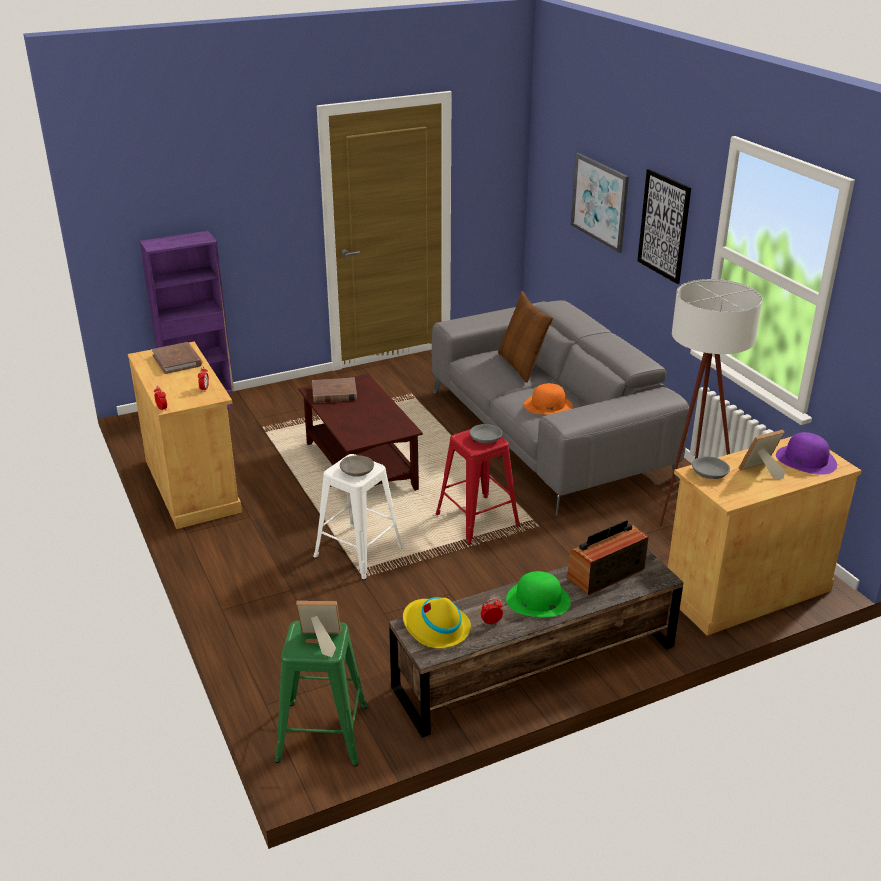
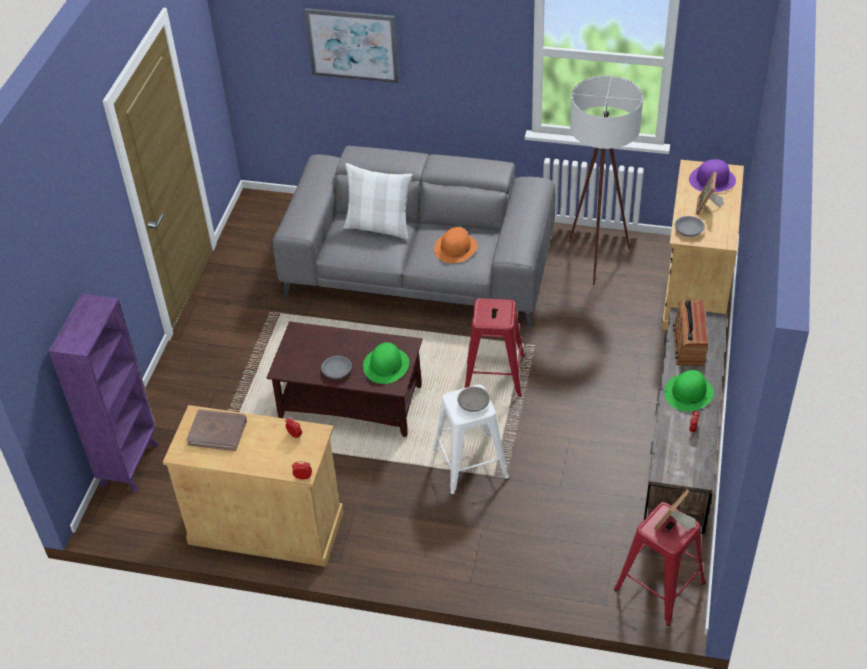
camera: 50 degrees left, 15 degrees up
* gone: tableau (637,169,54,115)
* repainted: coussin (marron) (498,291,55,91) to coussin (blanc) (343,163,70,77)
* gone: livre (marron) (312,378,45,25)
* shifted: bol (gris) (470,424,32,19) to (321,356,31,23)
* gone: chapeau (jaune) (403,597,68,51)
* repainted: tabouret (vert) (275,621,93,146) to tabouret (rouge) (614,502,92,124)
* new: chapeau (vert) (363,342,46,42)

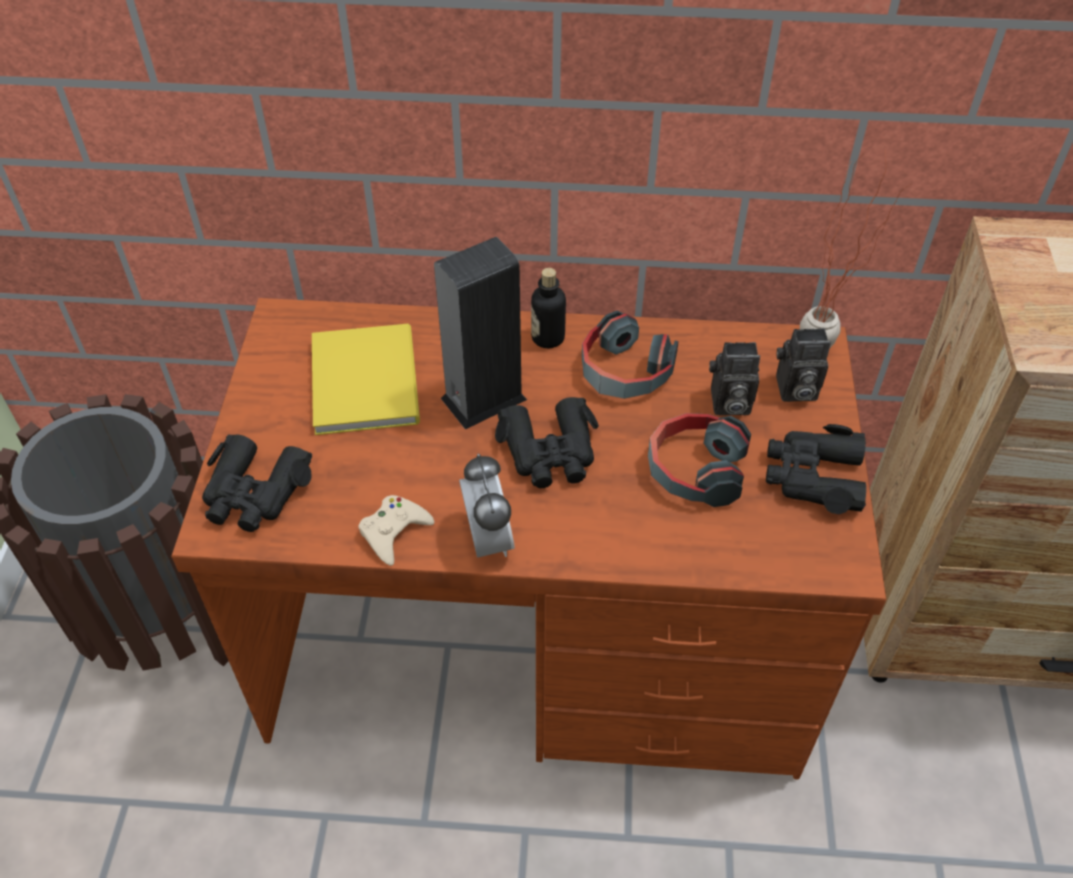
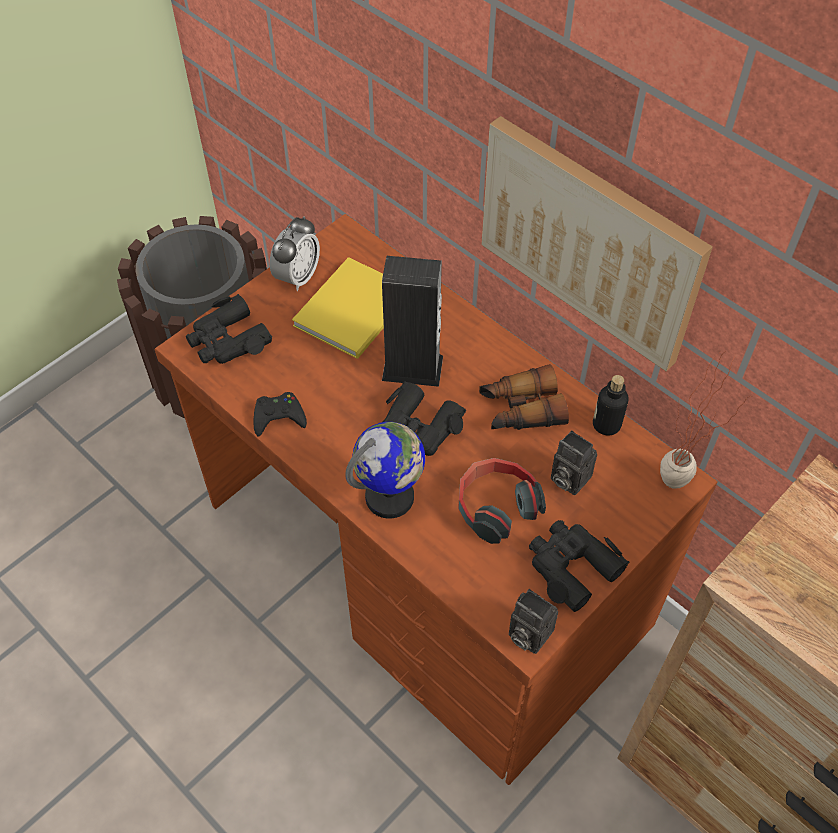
camera: 40 degrees right, 5 degrees up
* shifted: bouteille (531,268,35,80) to (593,375,36,60)
* swapped: casque audio (582,310,97,89) to jumelles (479,364,90,66)
* shifted: appareil photo (776,328,55,74) to (509,589,49,65)
* shifted: réveil (459,453,56,104) to (270,216,50,75)
* repainted: manette (beige) (358,495,76,71) to manette (noir) (254,392,53,45)
* new: tableau (481,116,232,255)
* new: globe (345,422,80,97)

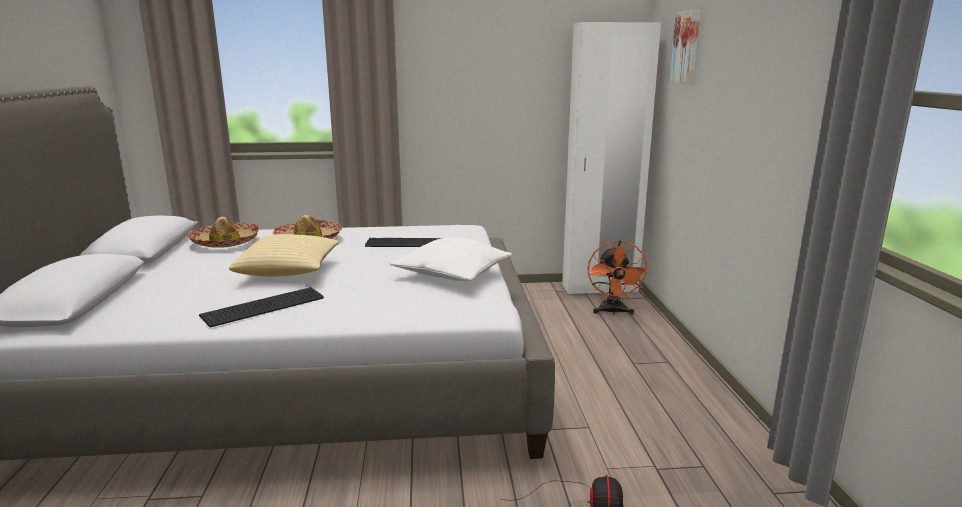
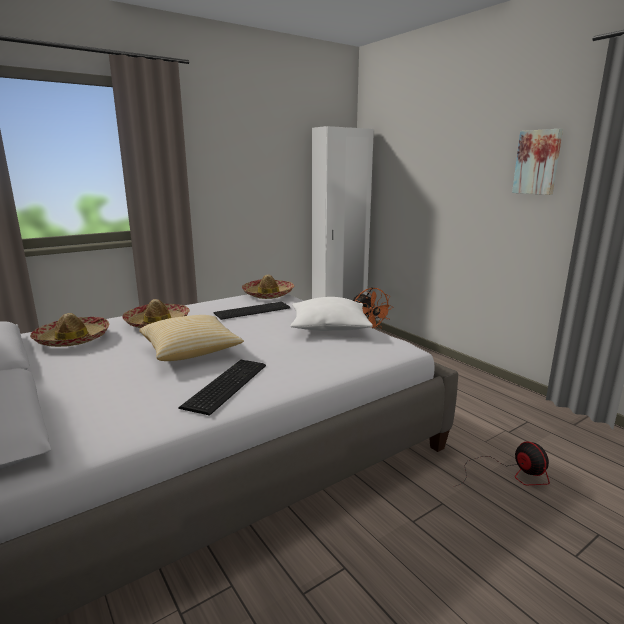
camera: 30 degrees left, 0 degrees up
* shifted: tableau (670,10,31,73) to (512,129,51,66)
* new: chapeau (242,275,52,24)

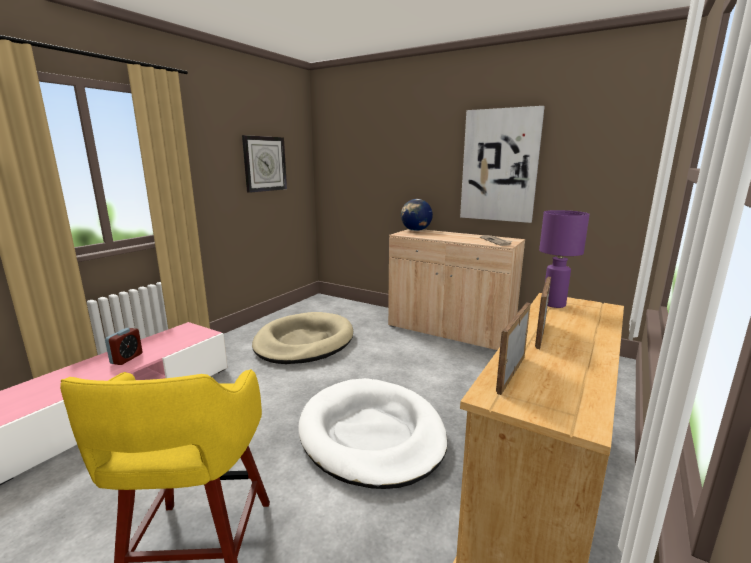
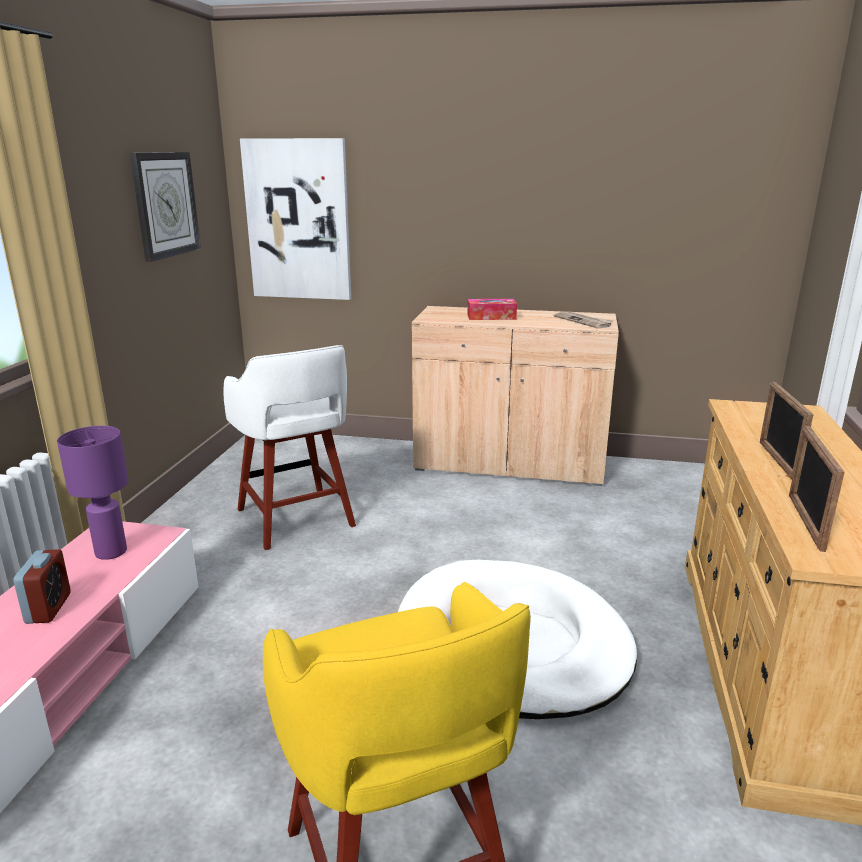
camera: 20 degrees left, 5 degrees up
* shifted: tableau (460,106,85,117) to (240,138,111,162)
* gone: globe (401,199,32,32)
* shifted: lampe de table (violet) (539,210,51,98) to (57,426,72,134)
* swapped: panier pour chien (beige) (252,312,101,52) to tabouret (blanc) (223,345,133,205)
* new: boîte à mouchoirs (467,299,50,21)

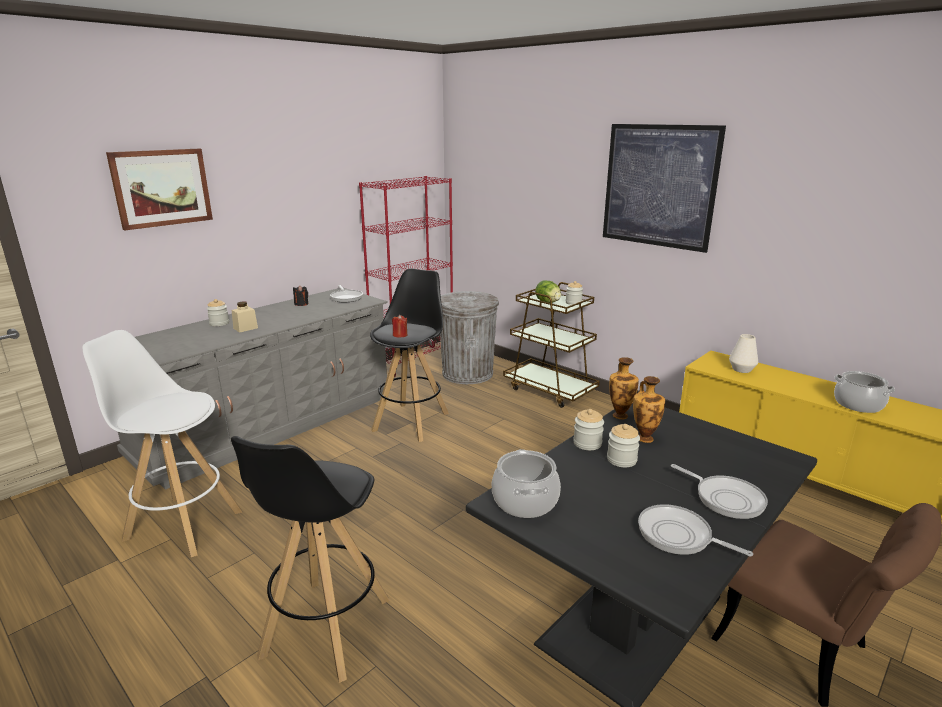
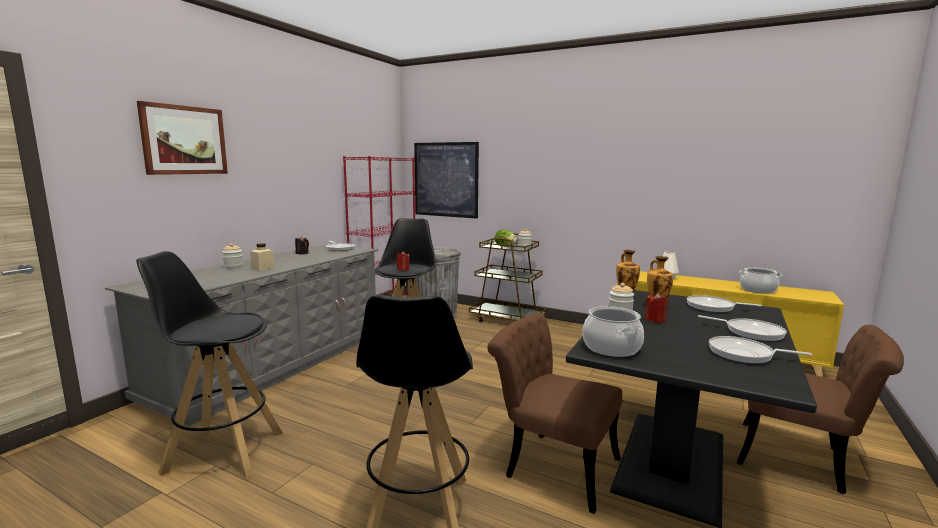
camera: 15 degrees left, 10 degrees down
* shifted: tableau (603,124,123,129) to (414,142,65,77)
* repainted: tabouret (blanc) (83,330,159,227) to tabouret (noir) (136,251,147,227)
* swapped: bocal (607,424,33,43) to bougie (rouge) (645,293,23,30)
* new: poêle (687,295,75,18)
* new: chaise (marron) (488,313,134,201)

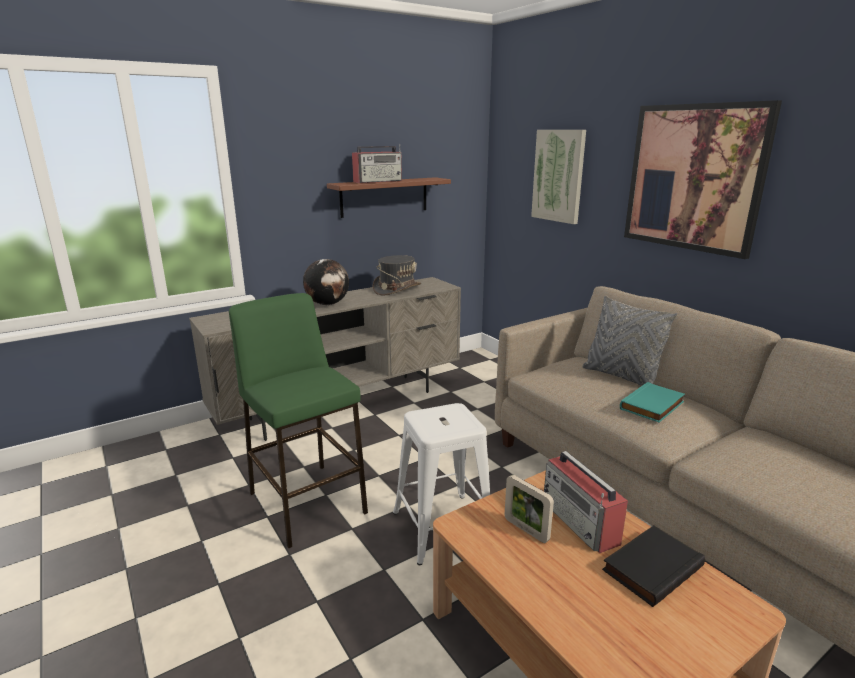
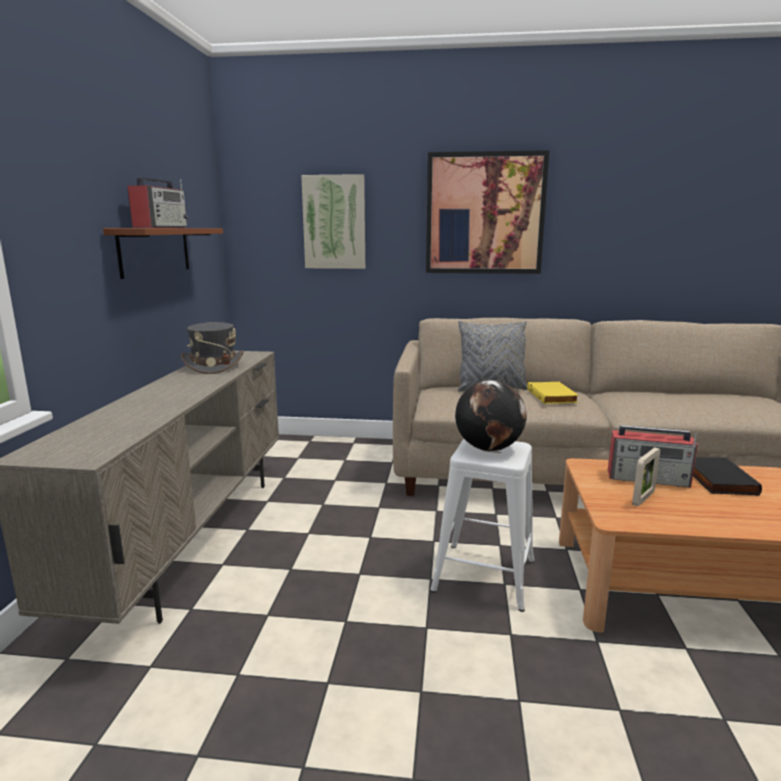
camera: 50 degrees left, 5 degrees down
* shifted: globe (303,259,46,46) to (455,380,72,71)
* gone: tabouret (vert) (229,293,139,255)
* repainted: livre (turquoise) (620,382,65,40) to livre (jaune) (527,382,52,22)
* rotated: cadre photo (505,475,49,68) = (632,447,28,60) 45 degrees counterclockwise

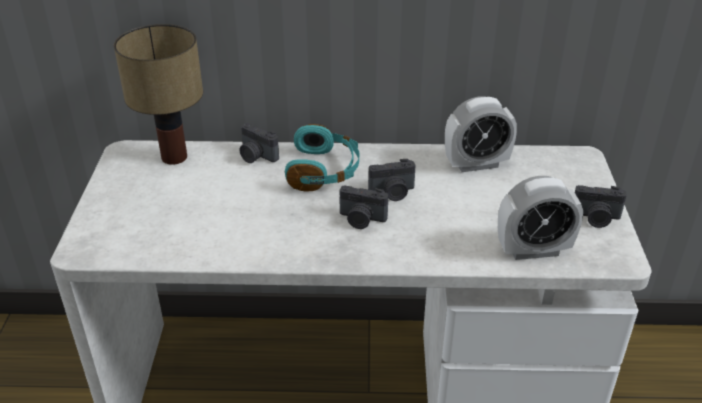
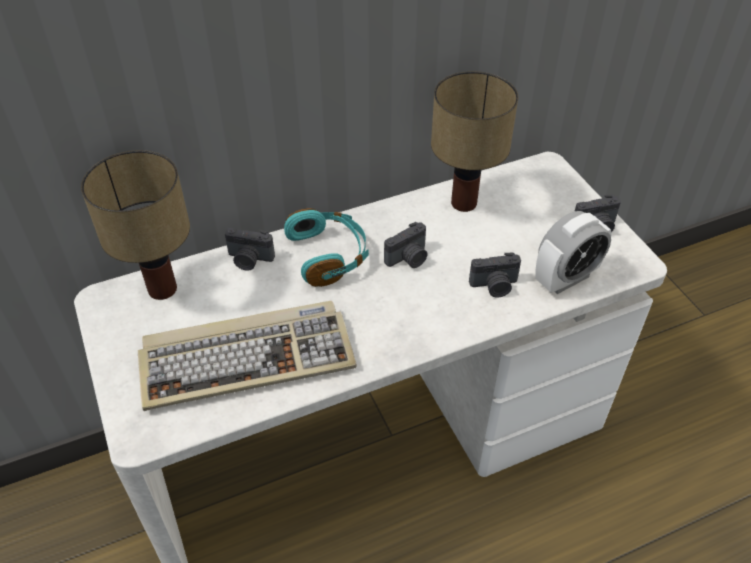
camera: 25 degrees left, 10 degrees up
* swapped: réveil (445,97,72,75) to lampe de table (431,71,87,141)
* shifted: appareil photo (340,185,48,44) to (469,253,52,44)
* new: clavier (138,301,219,110)

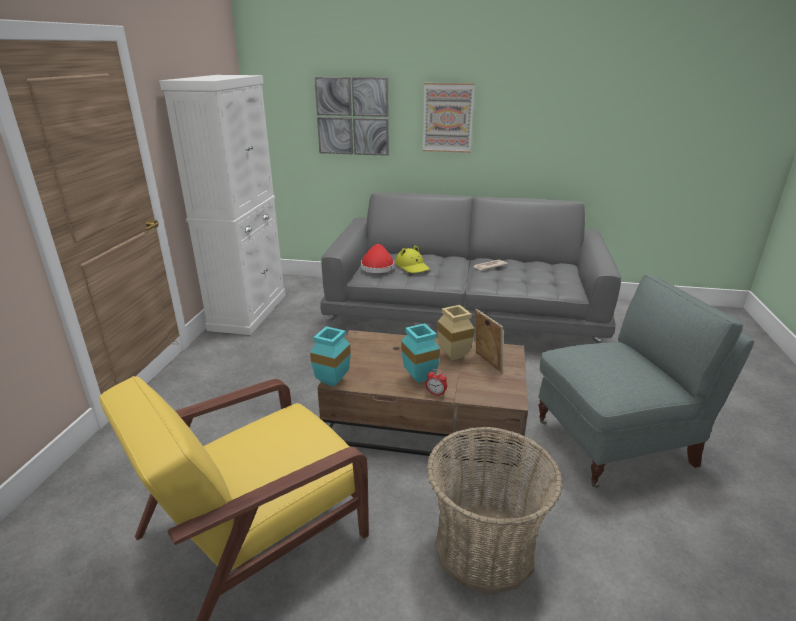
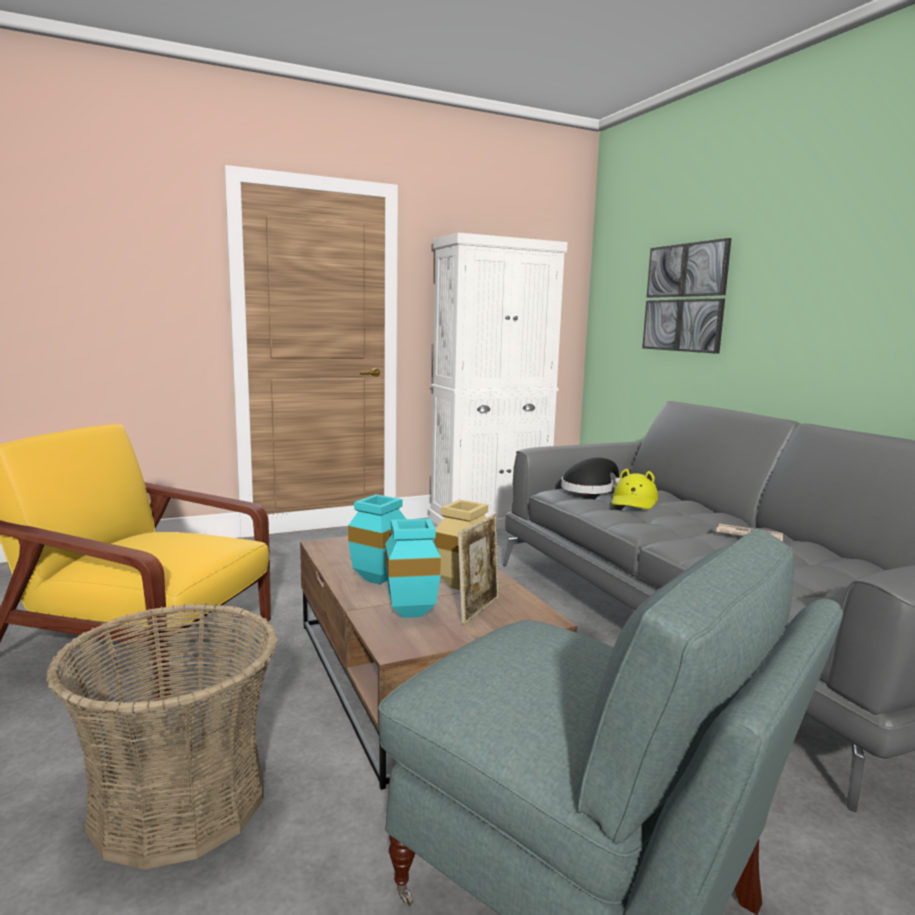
camera: 55 degrees right, 15 degrees down
* gone: tableau (423,83,52,70)
* repainted: chapeau (rouge) (361,244,33,29) to chapeau (noir) (561,458,60,36)
* shifted: vase (turquoise) (310,326,41,61) to (385,519,56,99)
* gone: réveil (426,369,21,28)

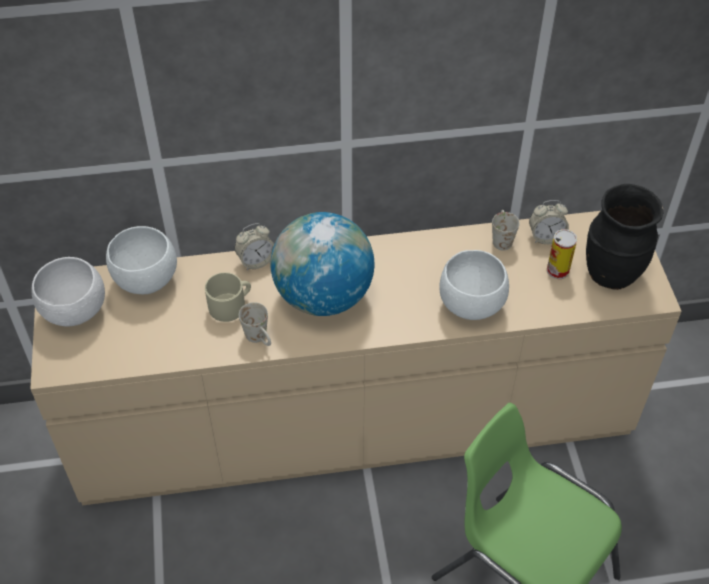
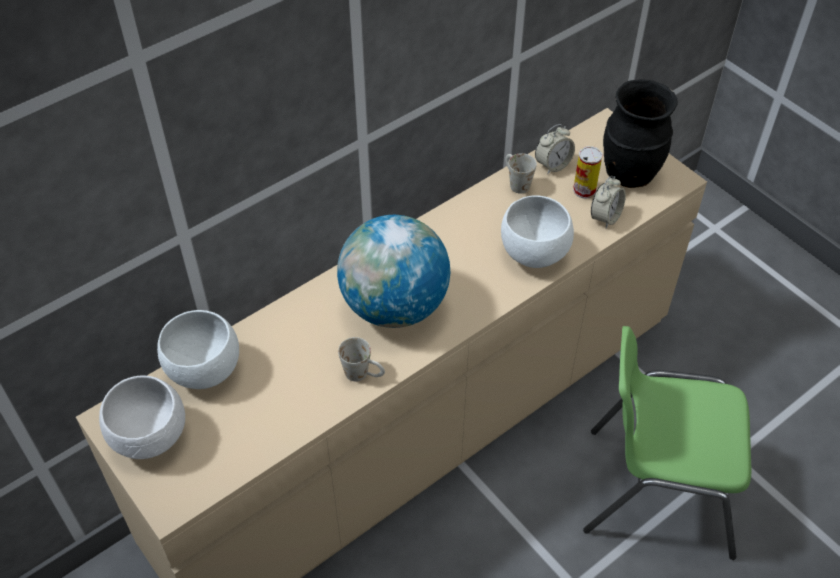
camera: 30 degrees left, 0 degrees up
* shifted: réveil (234,223,40,47) to (591,175,35,53)
* gone: mug (beige) (205,272,46,50)

